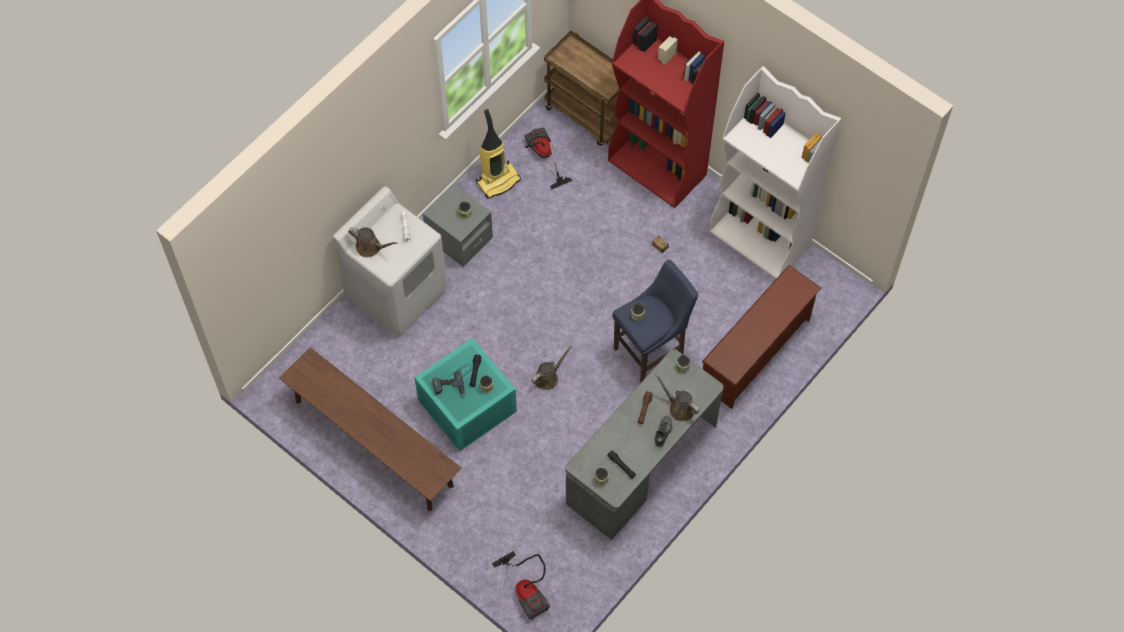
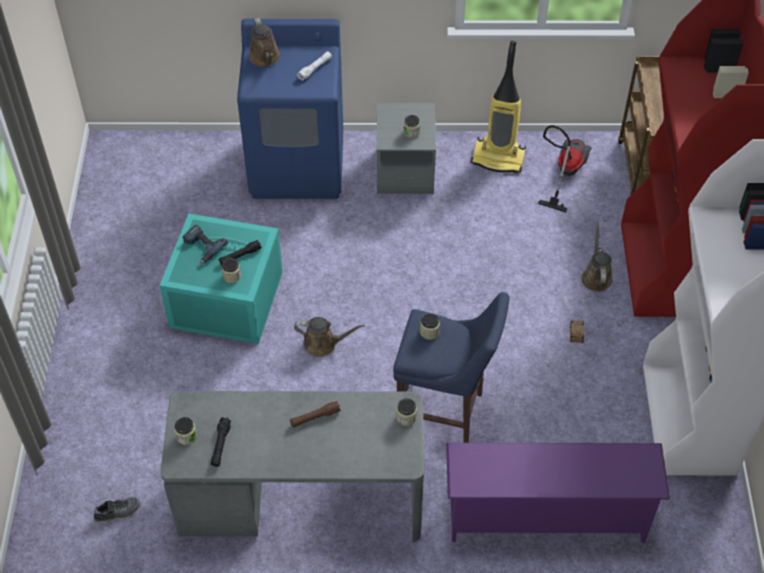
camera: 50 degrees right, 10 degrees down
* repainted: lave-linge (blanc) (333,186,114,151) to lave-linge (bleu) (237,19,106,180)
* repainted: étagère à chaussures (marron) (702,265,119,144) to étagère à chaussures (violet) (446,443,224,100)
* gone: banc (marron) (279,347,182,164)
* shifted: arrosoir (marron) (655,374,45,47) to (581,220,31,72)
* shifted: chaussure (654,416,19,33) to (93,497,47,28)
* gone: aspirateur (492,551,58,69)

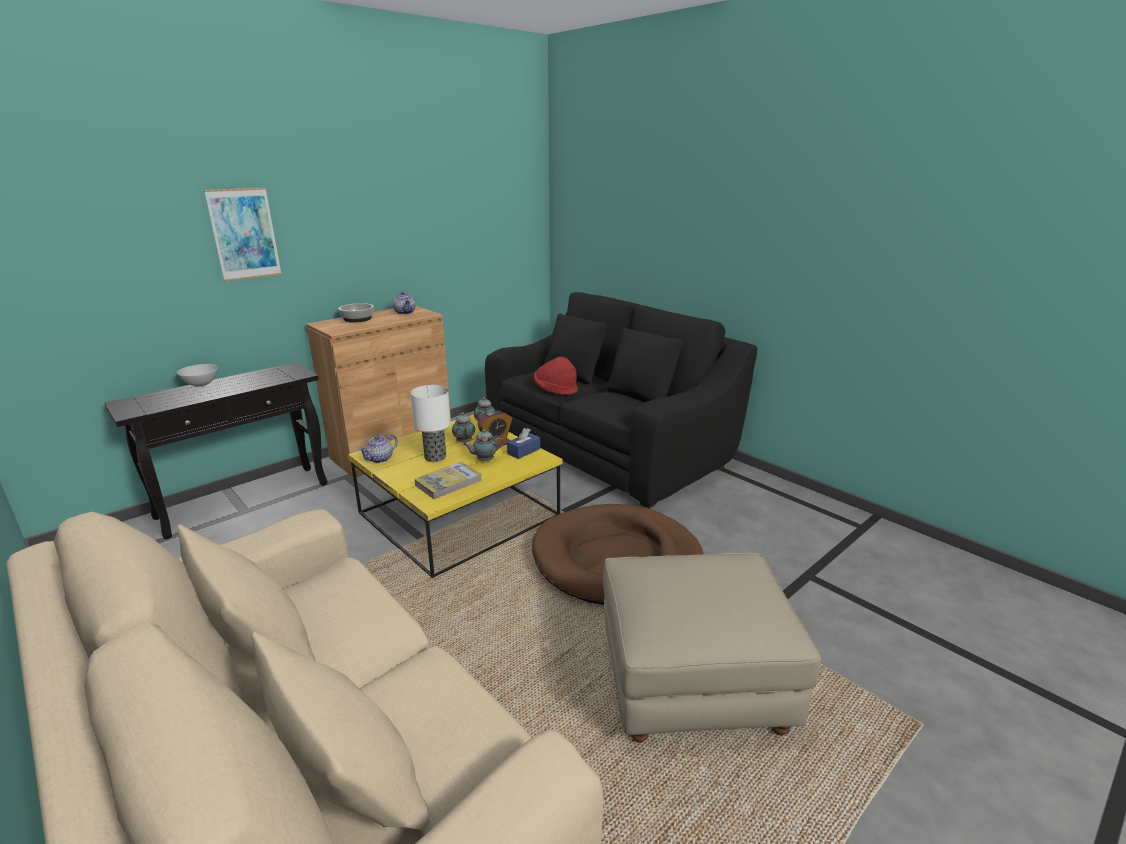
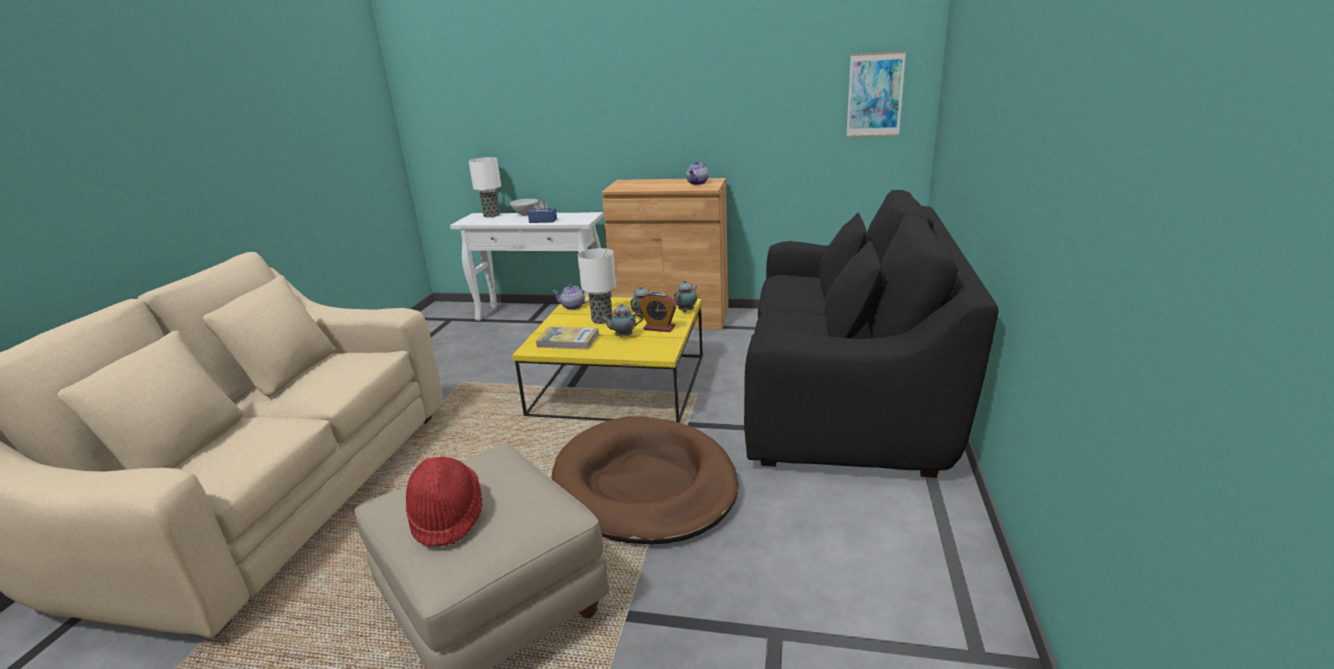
camera: 55 degrees right, 0 degrees up
* shifted: tableau (204,188,78,93) to (846,52,60,85)
* gone: bol (339,303,35,20)
* shifted: chapeau (rouge) (534,357,44,38) to (406,457,76,90)
* repainted: table console (noir) (104,362,224,177) to table console (blanc) (450,212,154,109)
* shifted: boîte à mouchoirs (bleu) (507,428,33,31) to (528,200,29,23)
* rotated: théière (463,429,41,32) = (601,303,42,34) 45 degrees counterclockwise
* new: lampe de table (468,157,33,60)

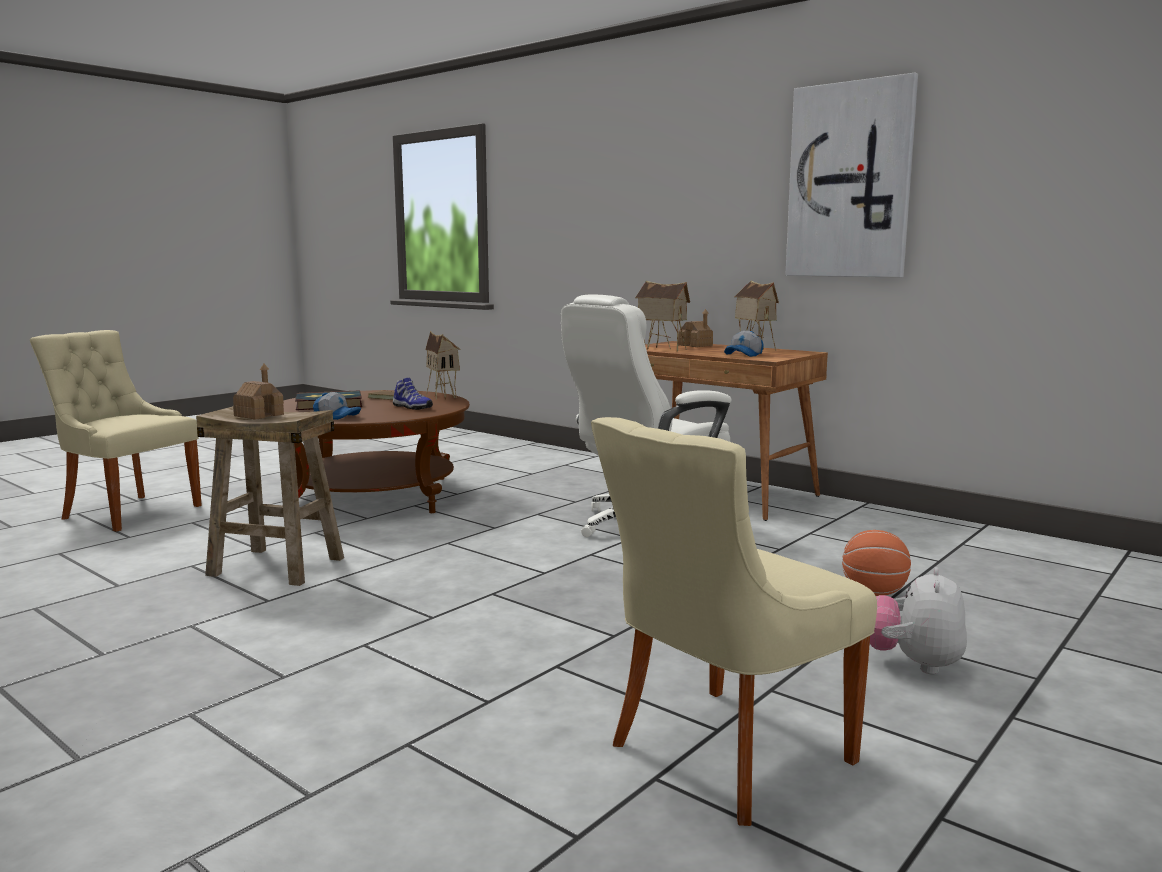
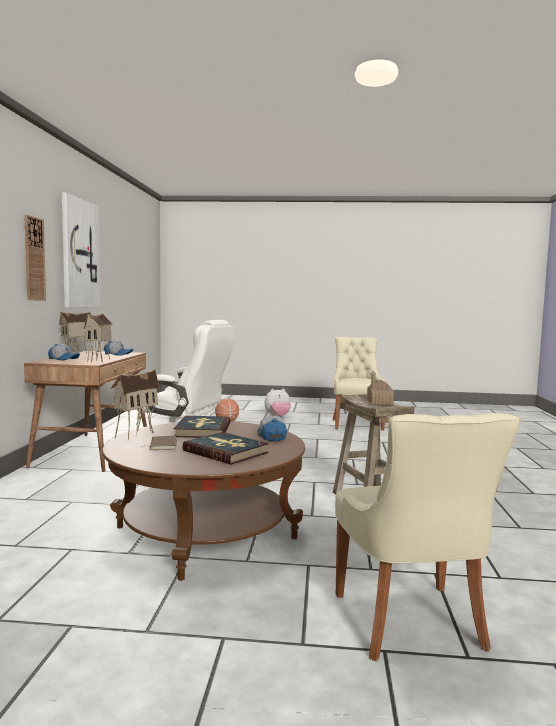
camera: 125 degrees left, 5 degrees down
* swapped: maison miniature (678,309,35,38) to casquette (48,343,32,17)
* swapped: chaussure (393,378,40,32) to livre (174,416,57,22)
* rotated: chaise (beige) (591,417,286,409) = (333,337,52,93) 105 degrees counterclockwise
* new: horloge murale (24,215,22,85)

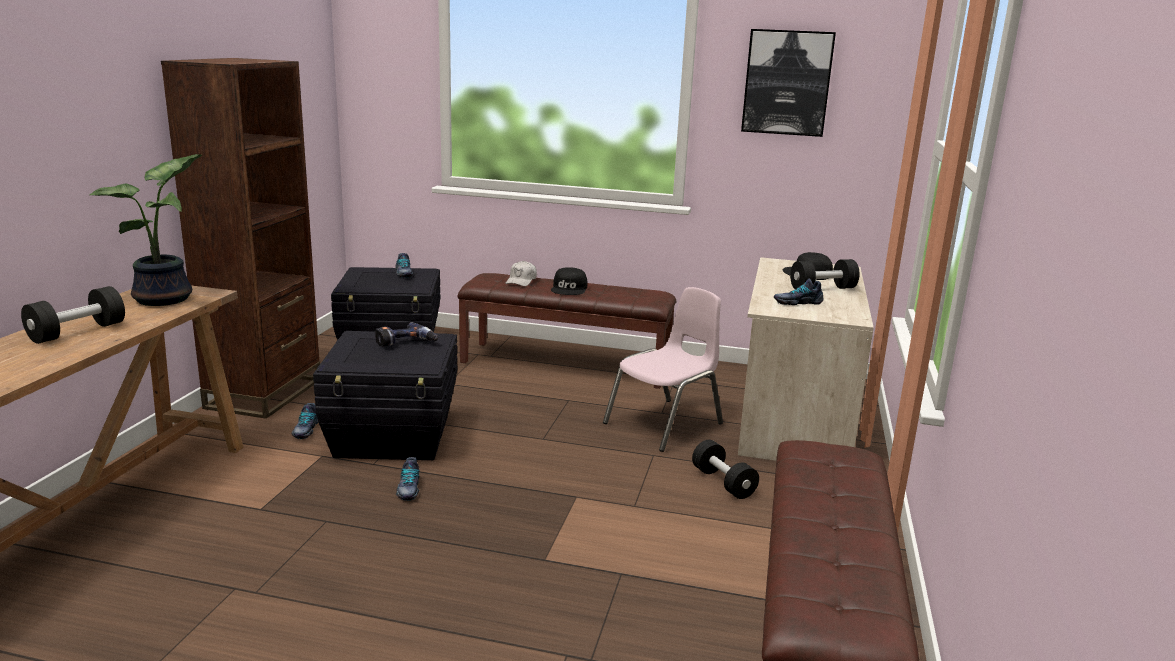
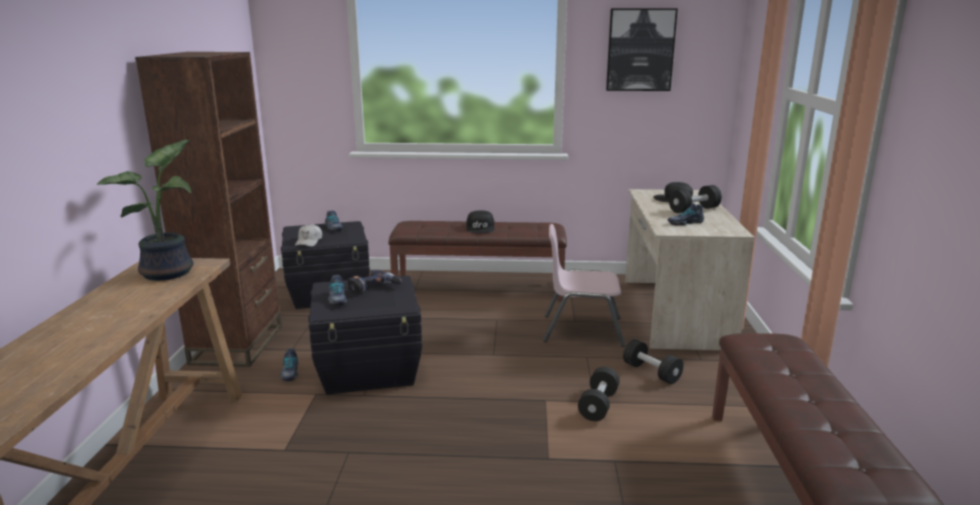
camera: 10 degrees left, 0 degrees up
* shifted: casquette (blanc) (505,261,32,25) to (295,224,27,22)
* shifted: haltère (noir) (21,286,104,58) to (578,367,42,54)
* rotated: chaise (rose) (603,287,120,165) = (543,224,82,123) 120 degrees counterclockwise
* shifted: chaussure (396,457,24,44) to (328,275,19,31)

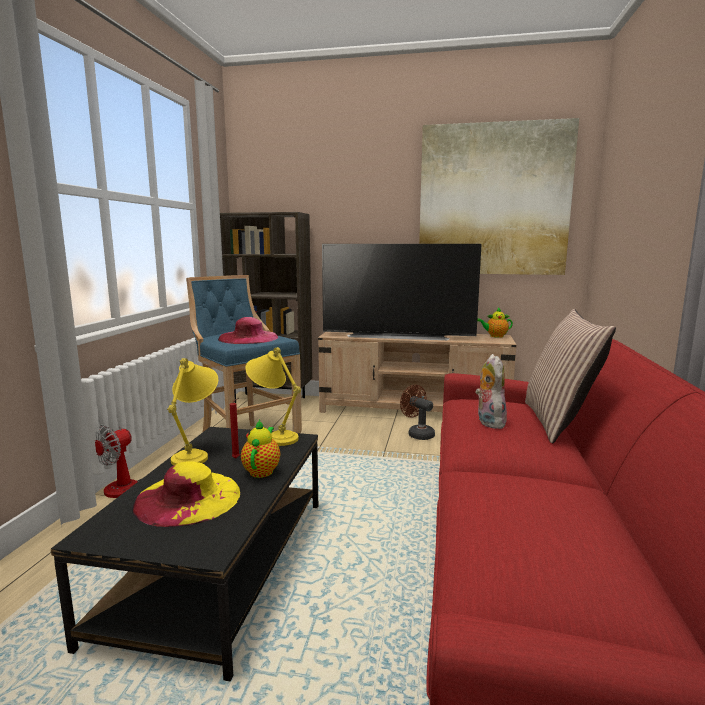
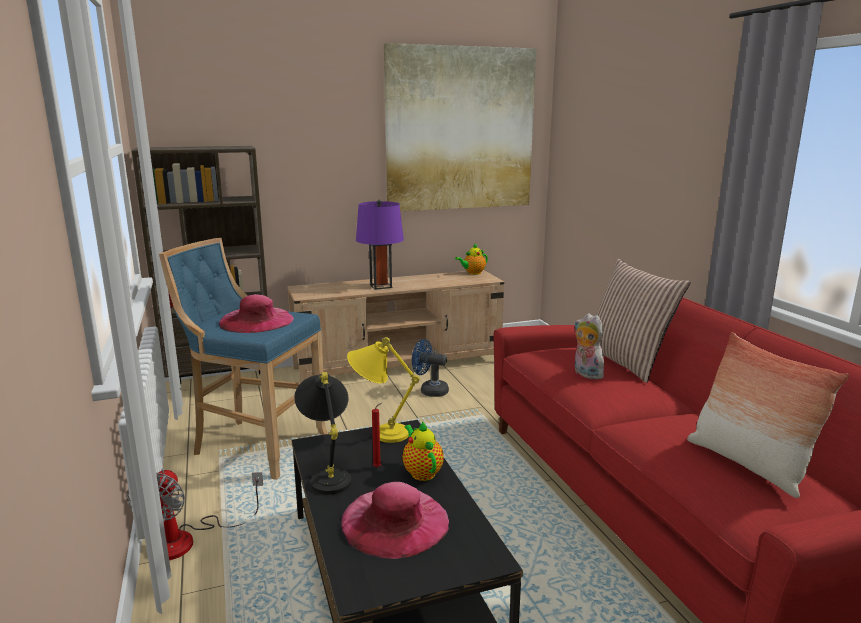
camera: 30 degrees left, 5 degrees up
* swapped: téléviseur (322,244,160,96) to lampe de table (violet) (356,200,48,90)
* repainted: lampe de table (jaune) (167,358,51,108) to lampe de table (noir) (294,372,58,123)
* repainted: ventilateur (marron) (400,385,35,55) to ventilateur (bleu) (412,339,37,58)
* repainted: chapeau (jaune) (132,461,108,66) to chapeau (rose) (341,482,108,77)
* new: coussin (687,332,162,166)

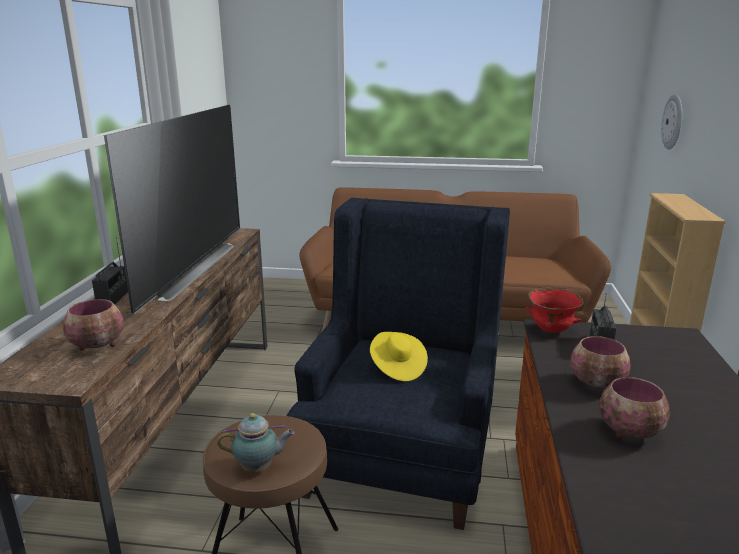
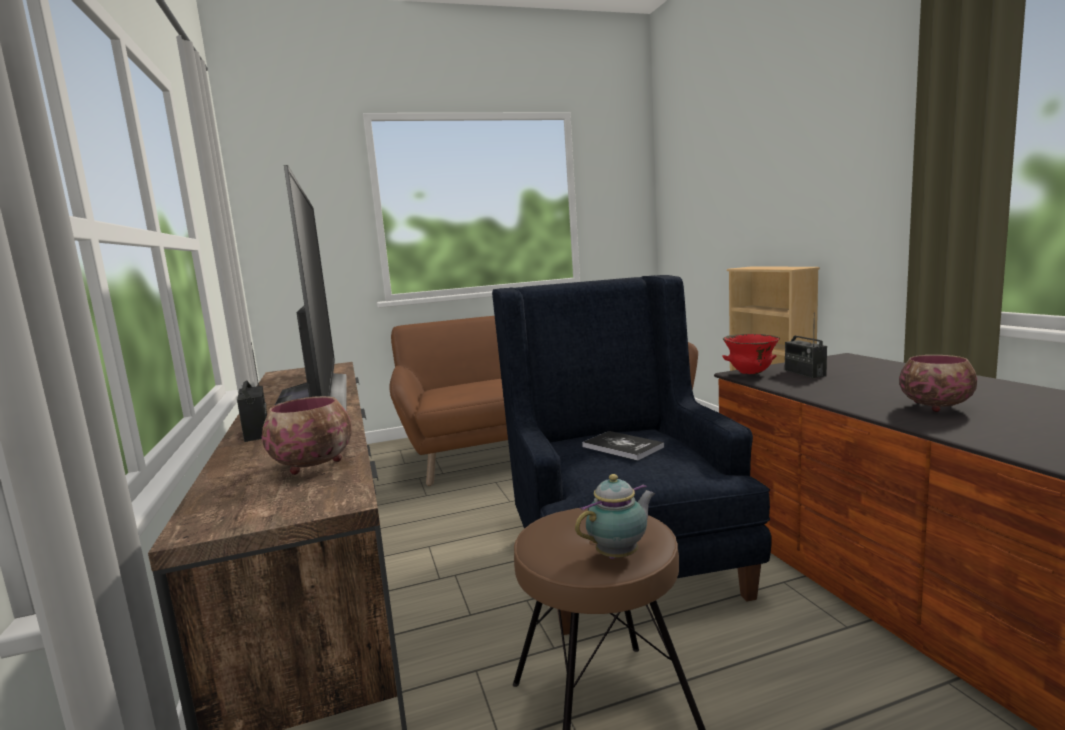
camera: 25 degrees left, 10 degrees down
* gone: horloge murale (661,94,21,55)
* swapped: chapeau (jaune) (370,332,58,49) to livre (582,431,82,30)
* gone: bol (570,336,61,52)

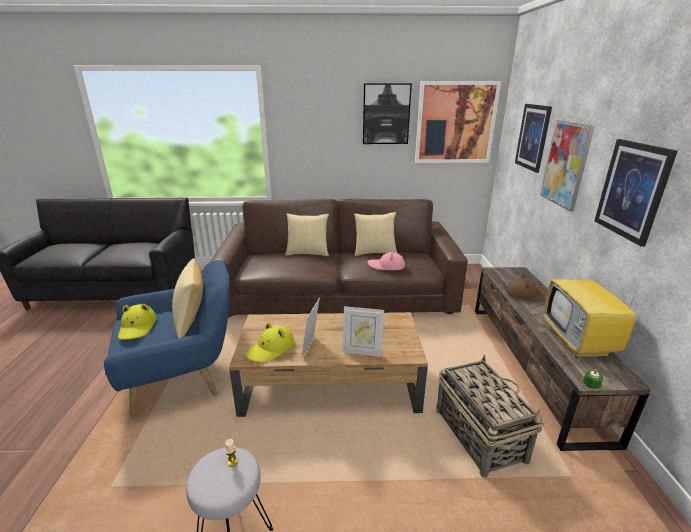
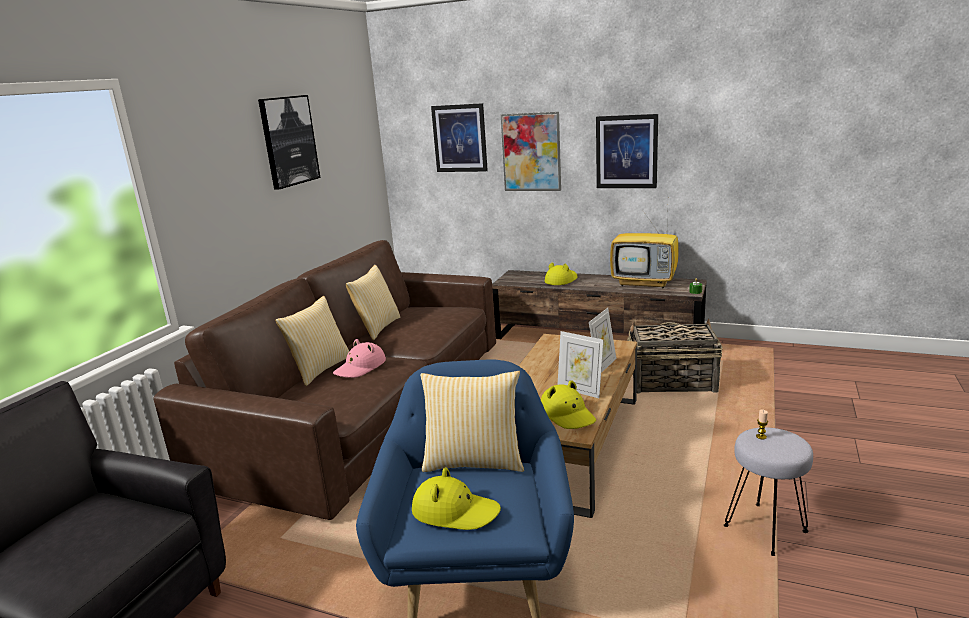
camera: 65 degrees left, 5 degrees down
* gone: tableau (415,81,86,82)
* shifted: chapeau (rose) (367,249,38,21) to (333,339,53,39)
* repainted: chapeau (marron) (506,274,42,27) to chapeau (jaune) (545,262,33,23)

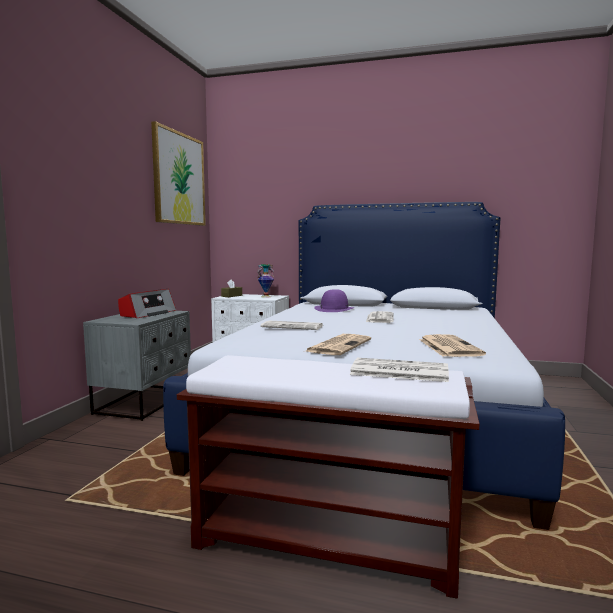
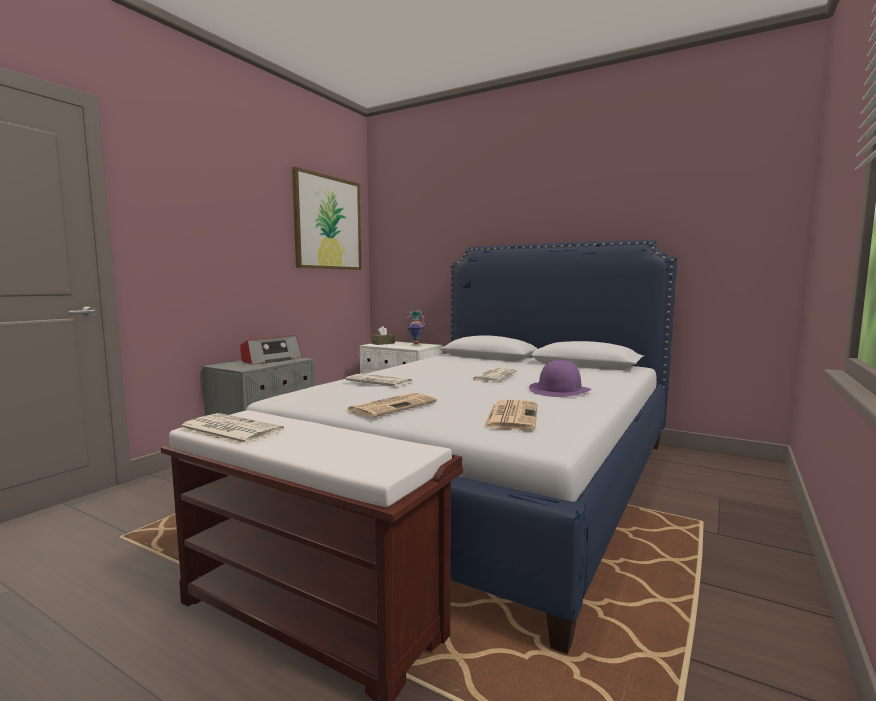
camera: 15 degrees right, 0 degrees up
* shifted: chapeau (violet) (314,289,41,23) to (529,360,62,37)
* shifted: journal (350,358,99,24) to (178,413,106,33)

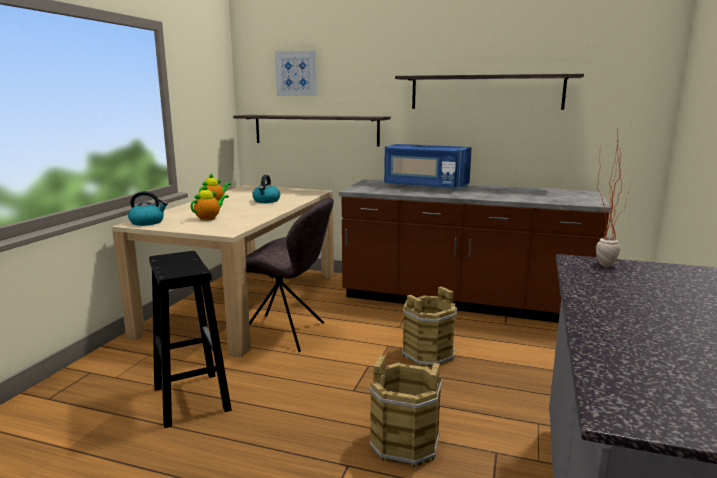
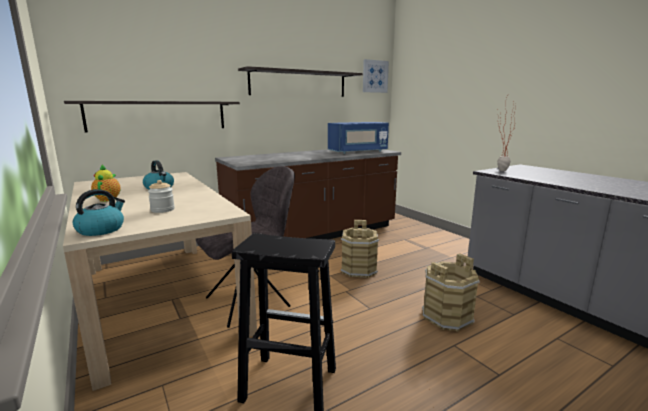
camera: 50 degrees left, 0 degrees up
* shifted: tableau (275,50,42,46) to (363,59,26,34)
* shifted: micro-ondes (bleu) (384,144,88,47) to (328,122,61,32)
* swapped: théière (191,184,38,37) to bocal (148,180,27,33)

